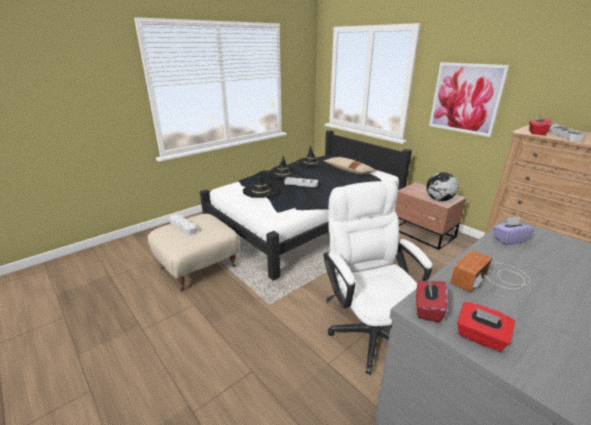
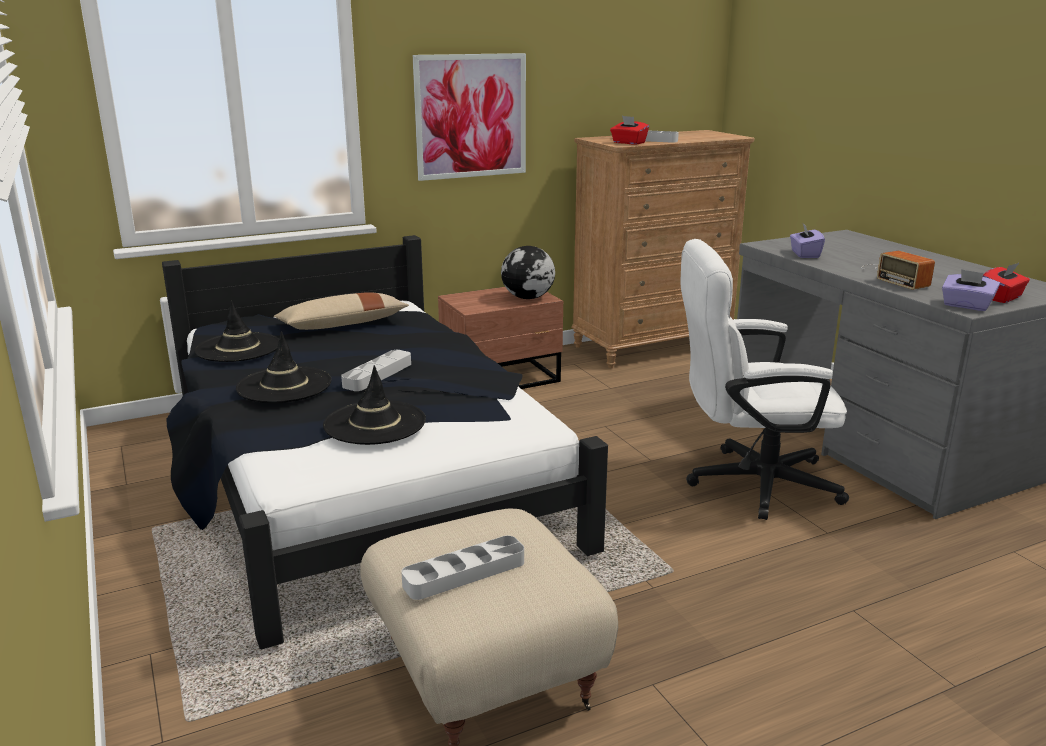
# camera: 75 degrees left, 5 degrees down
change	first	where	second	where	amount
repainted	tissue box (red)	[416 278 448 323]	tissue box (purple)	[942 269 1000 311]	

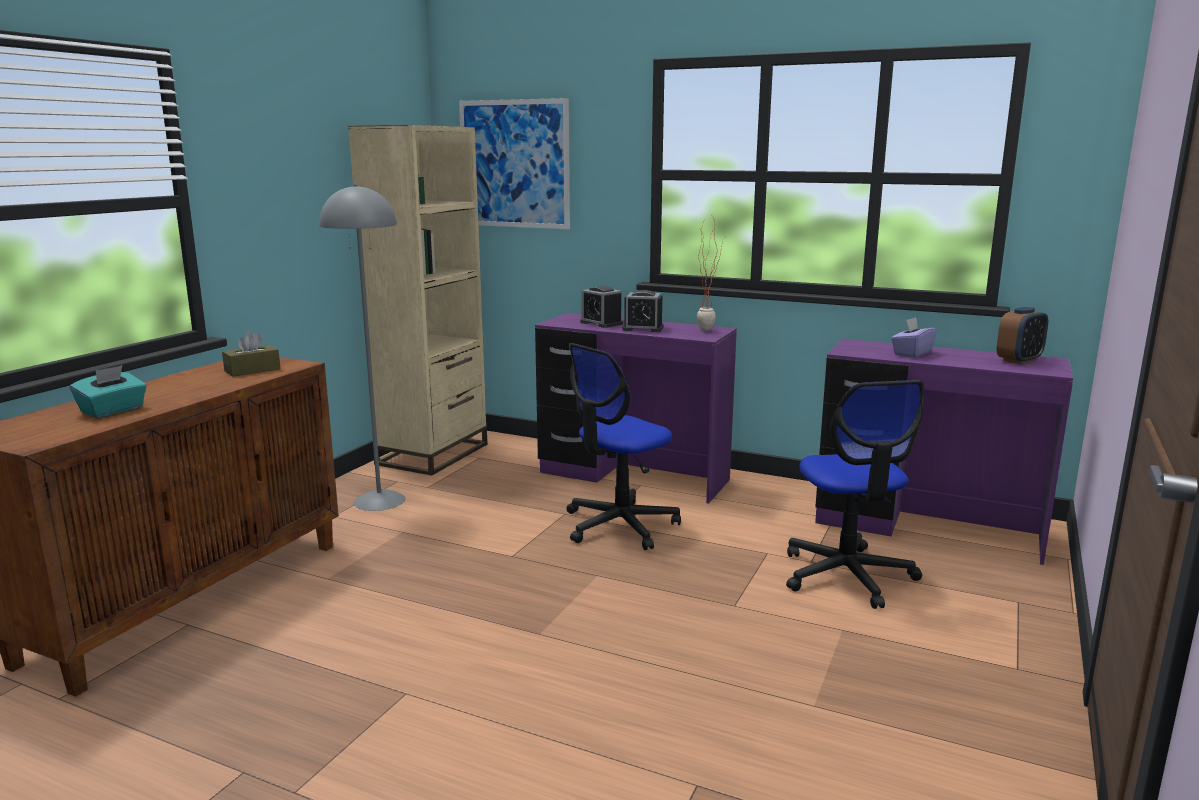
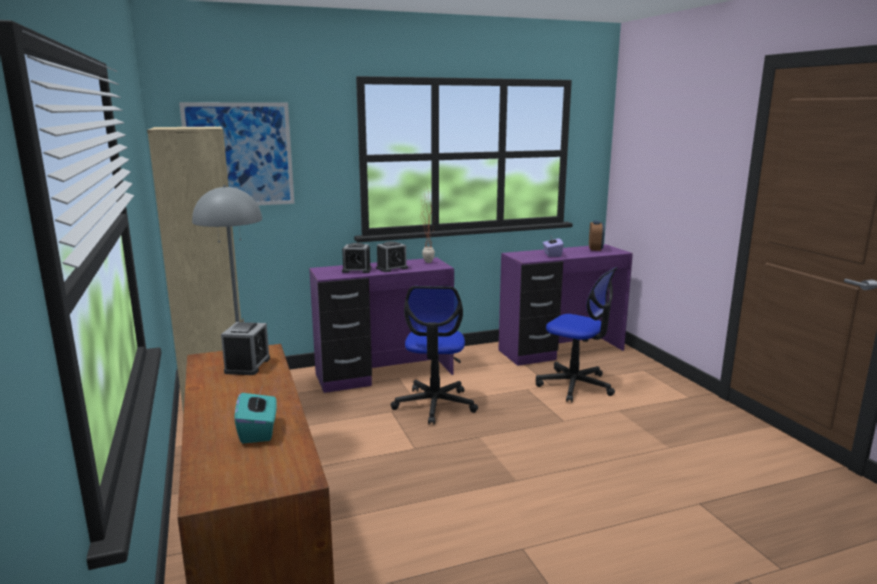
# camera: 45 degrees left, 0 degrees up
change	first	where	second	where	amount
swapped	tissue box (brown)	[222 331 281 377]	alarm clock	[221 322 270 375]	

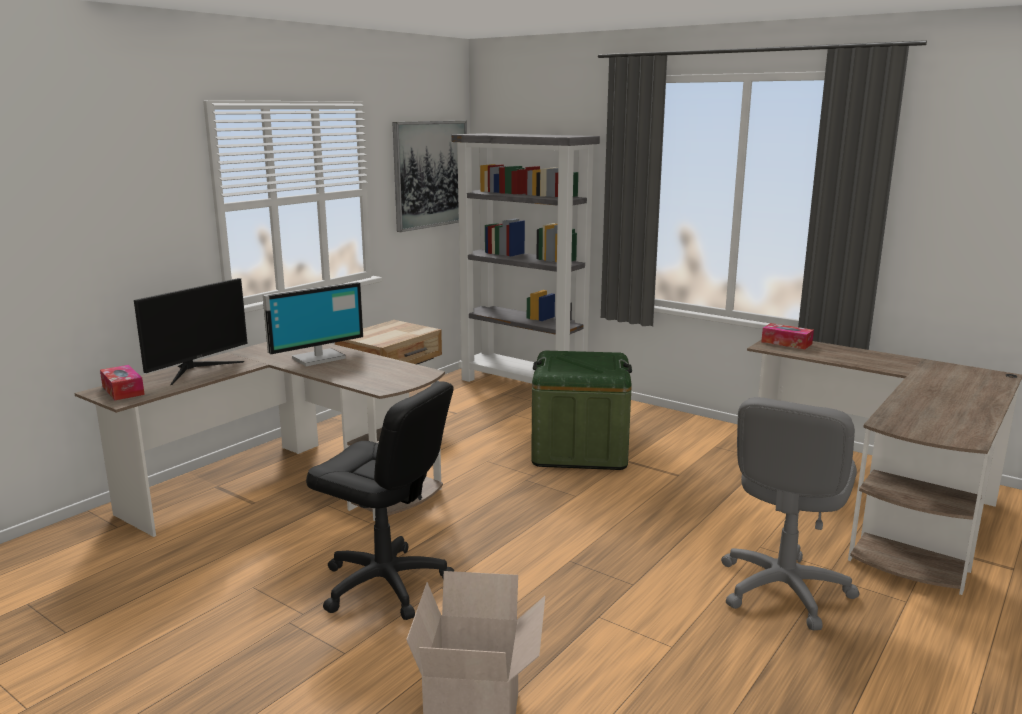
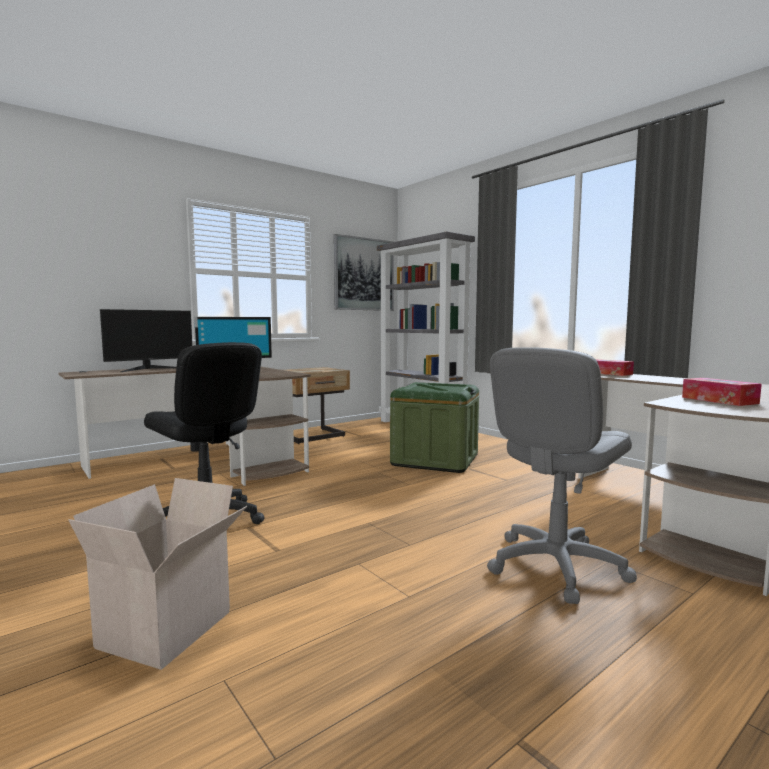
# camera: 15 degrees right, 10 degrees down
change	first	where	second	where	amount
shifted	tissue box	[100 365 145 400]		[682 378 762 406]	

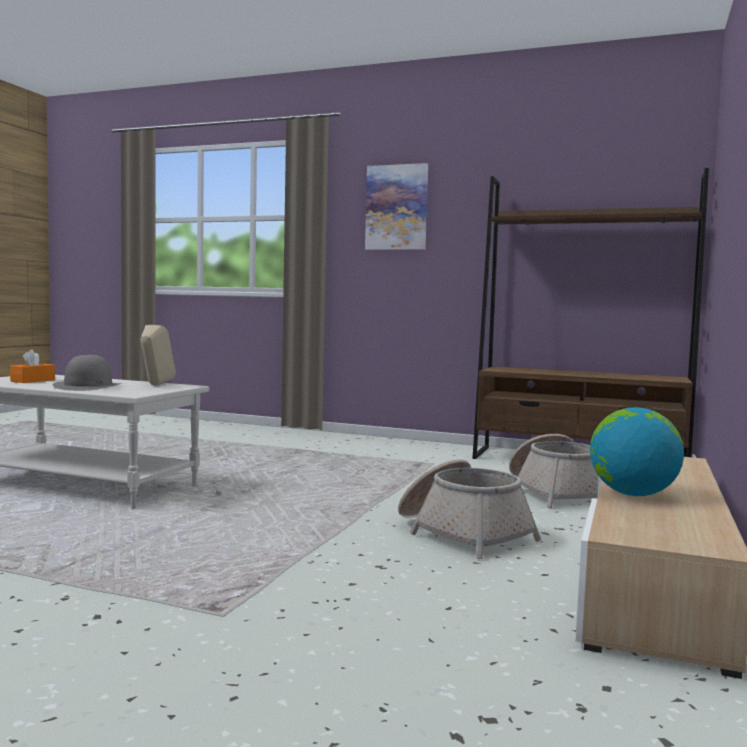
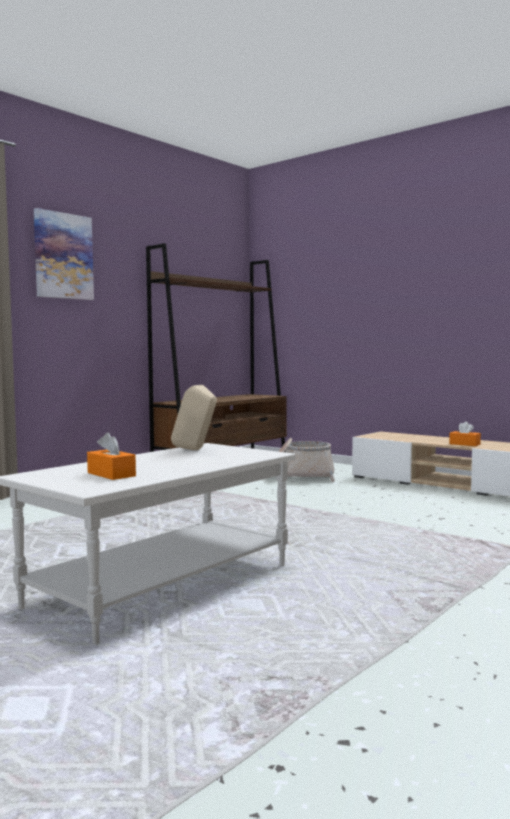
# camera: 70 degrees left, 0 degrees up
change	first	where	second	where	amount
gone	hat (grey)	[53 355 122 391]			
gone	basket	[398 459 541 559]			
swapped	globe	[590 407 684 496]	tissue box (orange)	[449 421 481 446]	

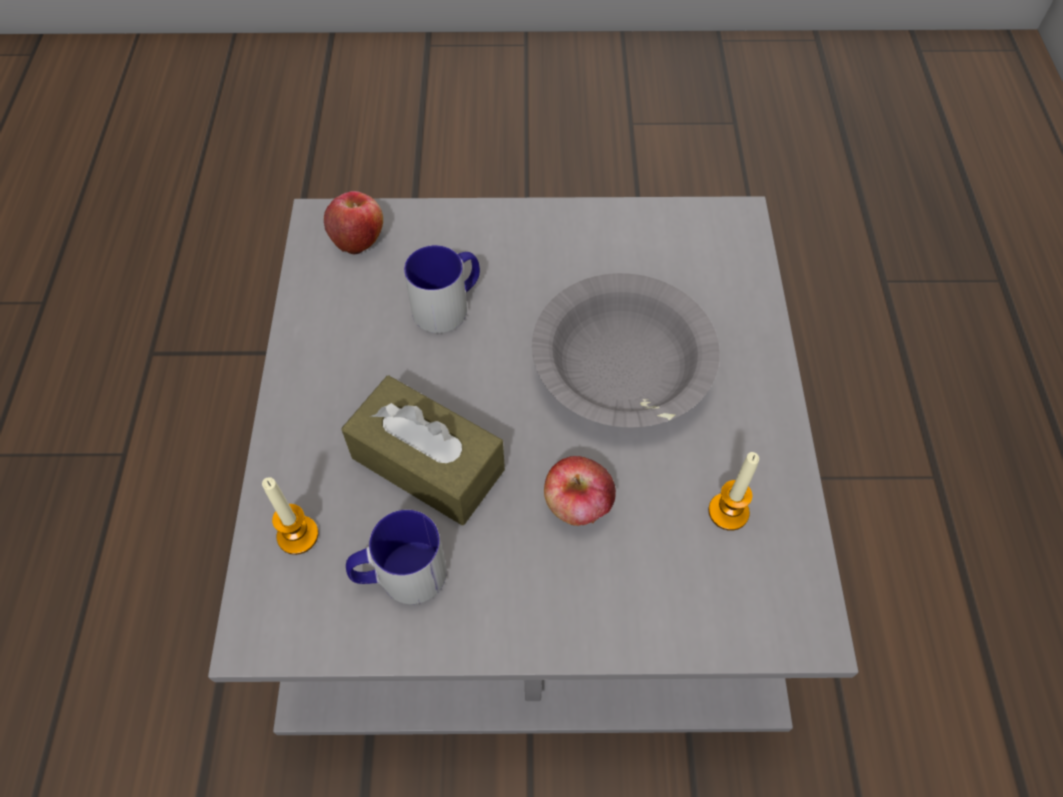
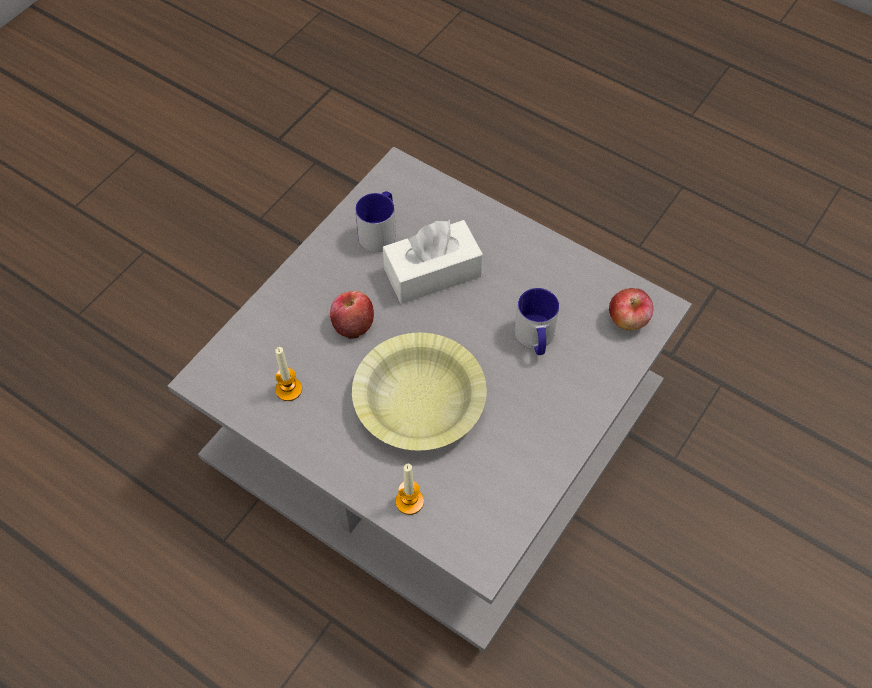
# camera: 125 degrees right, 0 degrees up
change	first	where	second	where	amount
shifted	candle	[262 477 319 555]		[396 464 424 515]	
repainted	tissue box (brown)	[341 376 505 525]	tissue box (white)	[383 219 483 304]	
repainted	bowl (grey)	[532 273 720 427]	bowl (yellow)	[352 333 487 450]	

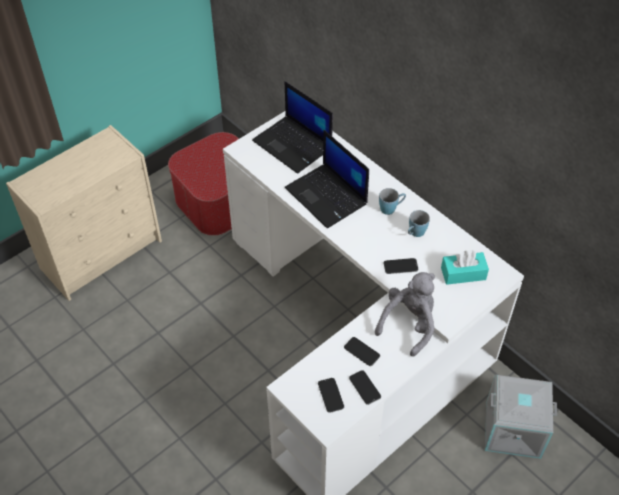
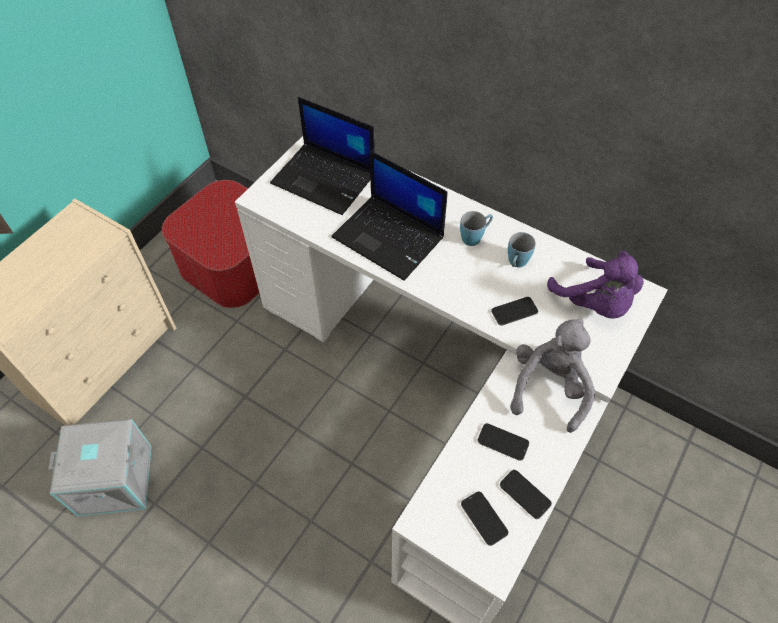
# camera: 15 degrees left, 5 degrees up
change	first	where	second	where	amount
swapped	tissue box (turquoise)	[441 250 489 285]	plush toy (purple)	[547 251 644 319]	
shifted	storage box (grey)	[485 374 557 459]		[48 419 152 516]	

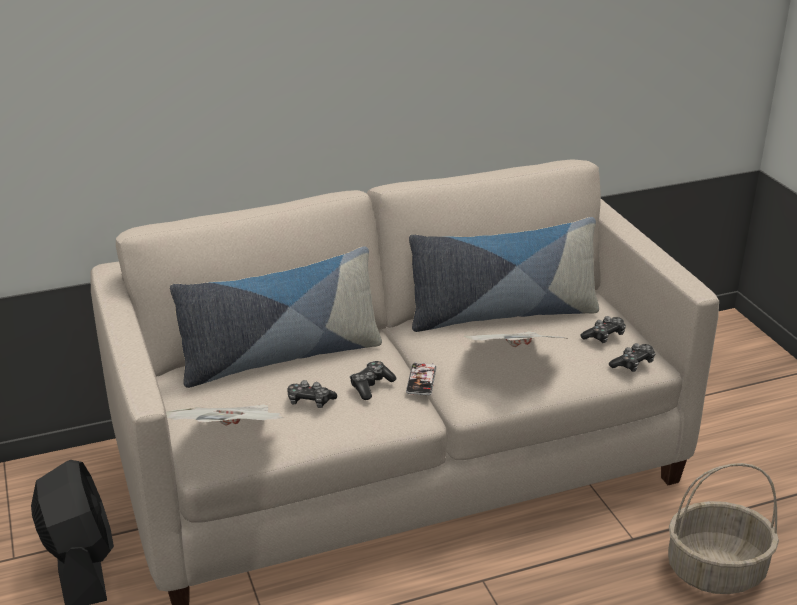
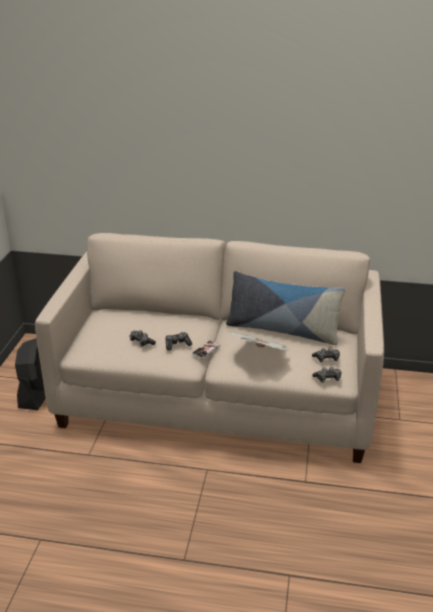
# camera: 30 degrees right, 0 degrees up
change	first	where	second	where	amount
gone	newspaper	[166 404 284 426]			
gone	pillow	[170 246 382 388]			
gone	basket	[668 463 779 594]			

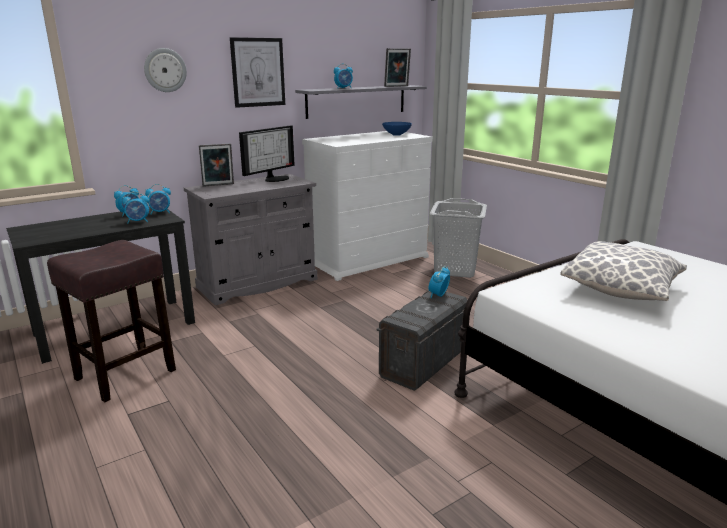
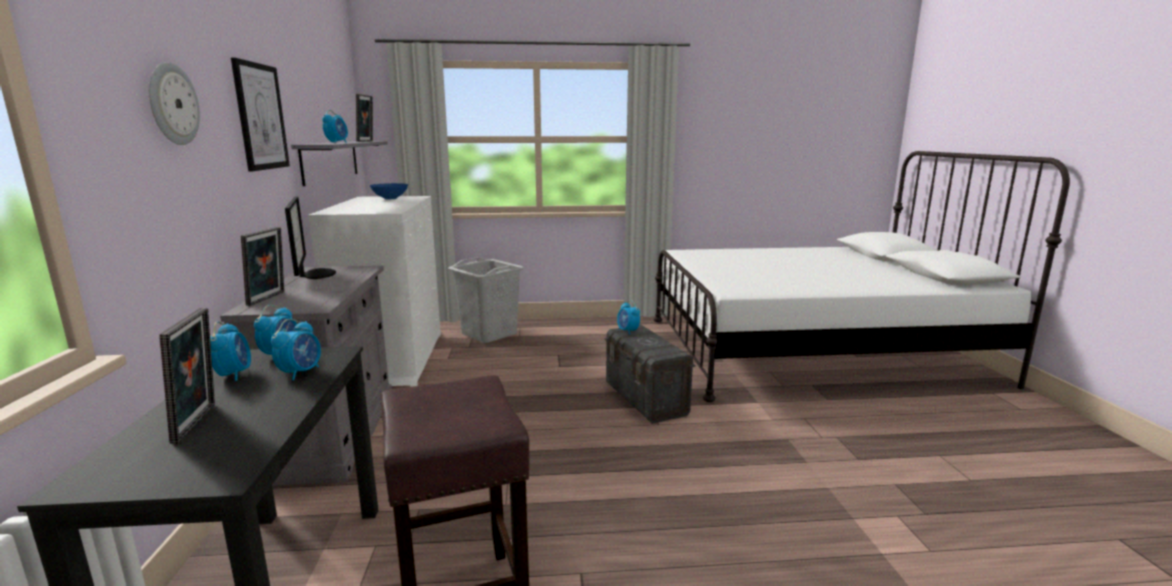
# camera: 60 degrees left, 5 degrees down
change	first	where	second	where	amount
gone	pillow	[560 241 687 301]			
new			picture frame	[159 308 215 444]	

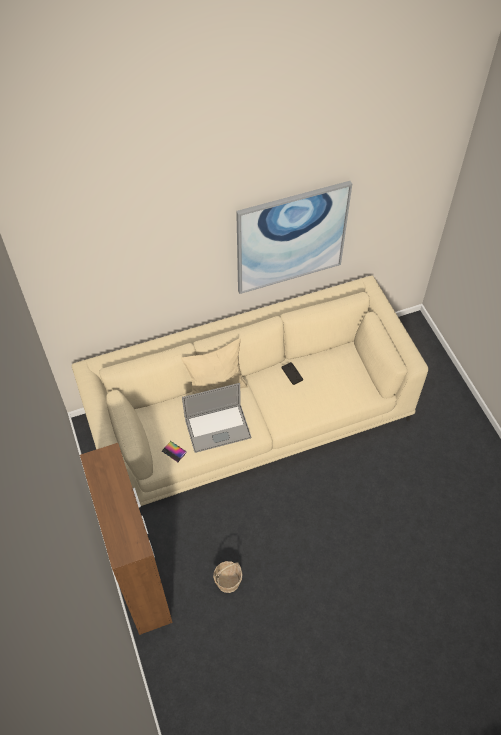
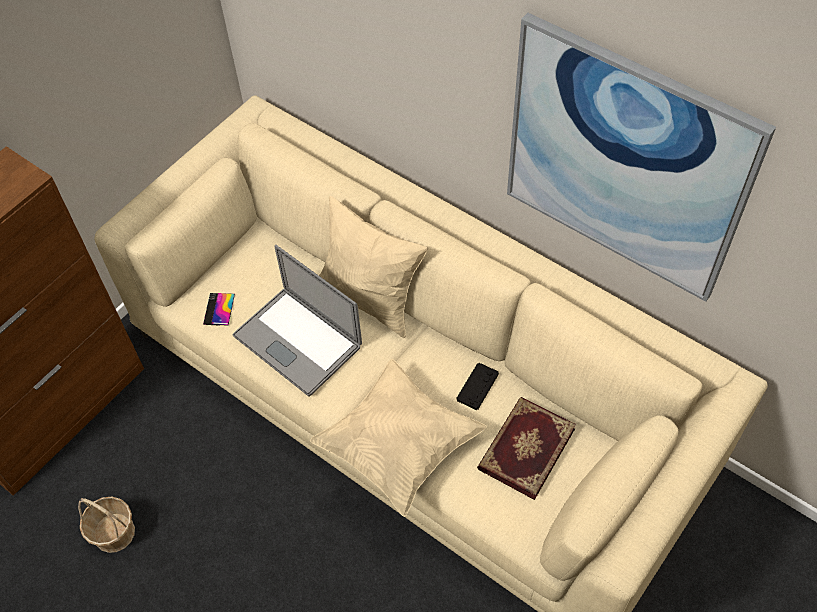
# camera: 60 degrees right, 0 degrees up
change	first	where	second	where	amount
new			pillow (beige)	[310 359 487 517]	
new			book	[477 397 576 500]	

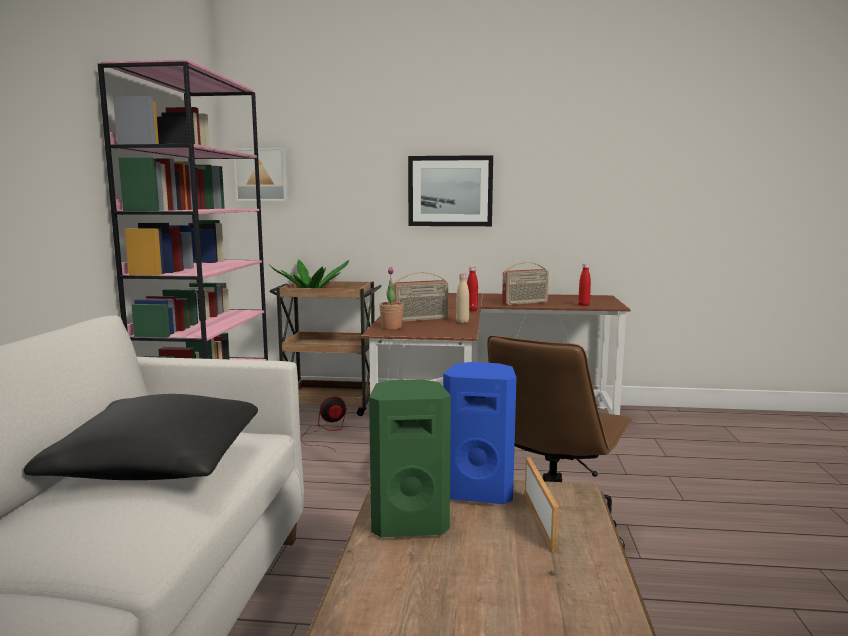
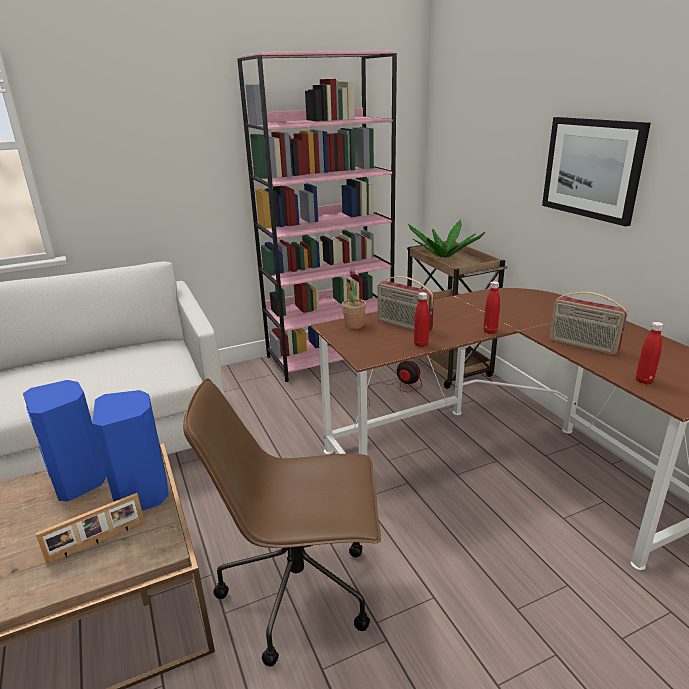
# camera: 60 degrees right, 15 degrees up
change	first	where	second	where	amount
gone	pillow (black)	[24 394 258 480]			
gone	picture	[233 148 288 201]			
repainted	speaker (green)	[369 379 451 538]	speaker (blue)	[23 380 107 501]	
repainted	bottle (beige)	[456 274 469 323]	bottle (red)	[414 292 429 347]	

